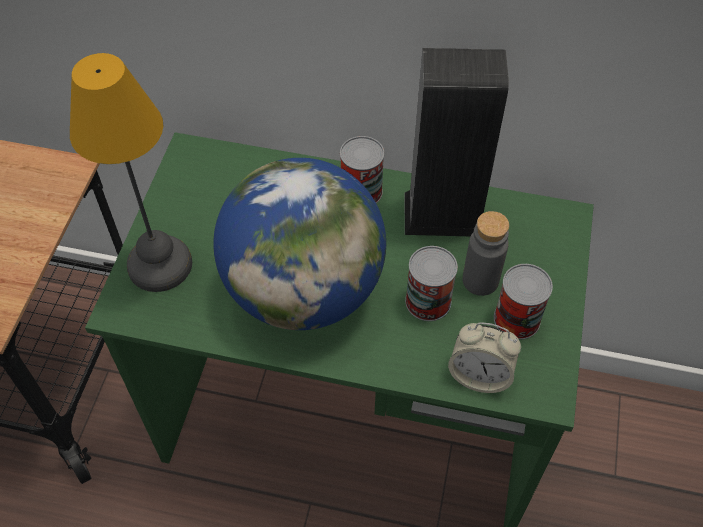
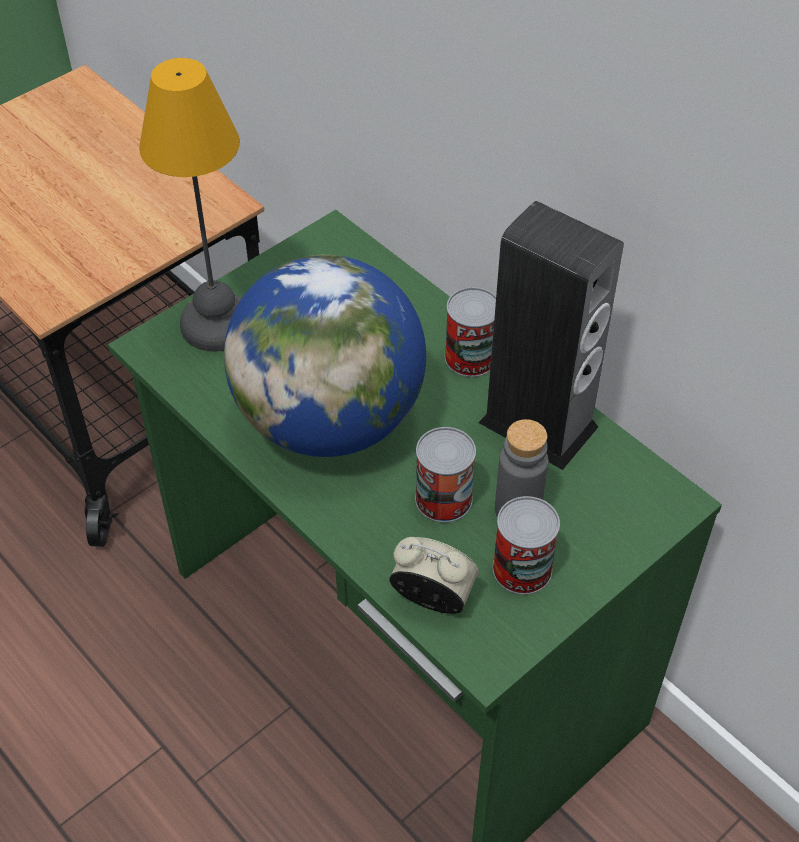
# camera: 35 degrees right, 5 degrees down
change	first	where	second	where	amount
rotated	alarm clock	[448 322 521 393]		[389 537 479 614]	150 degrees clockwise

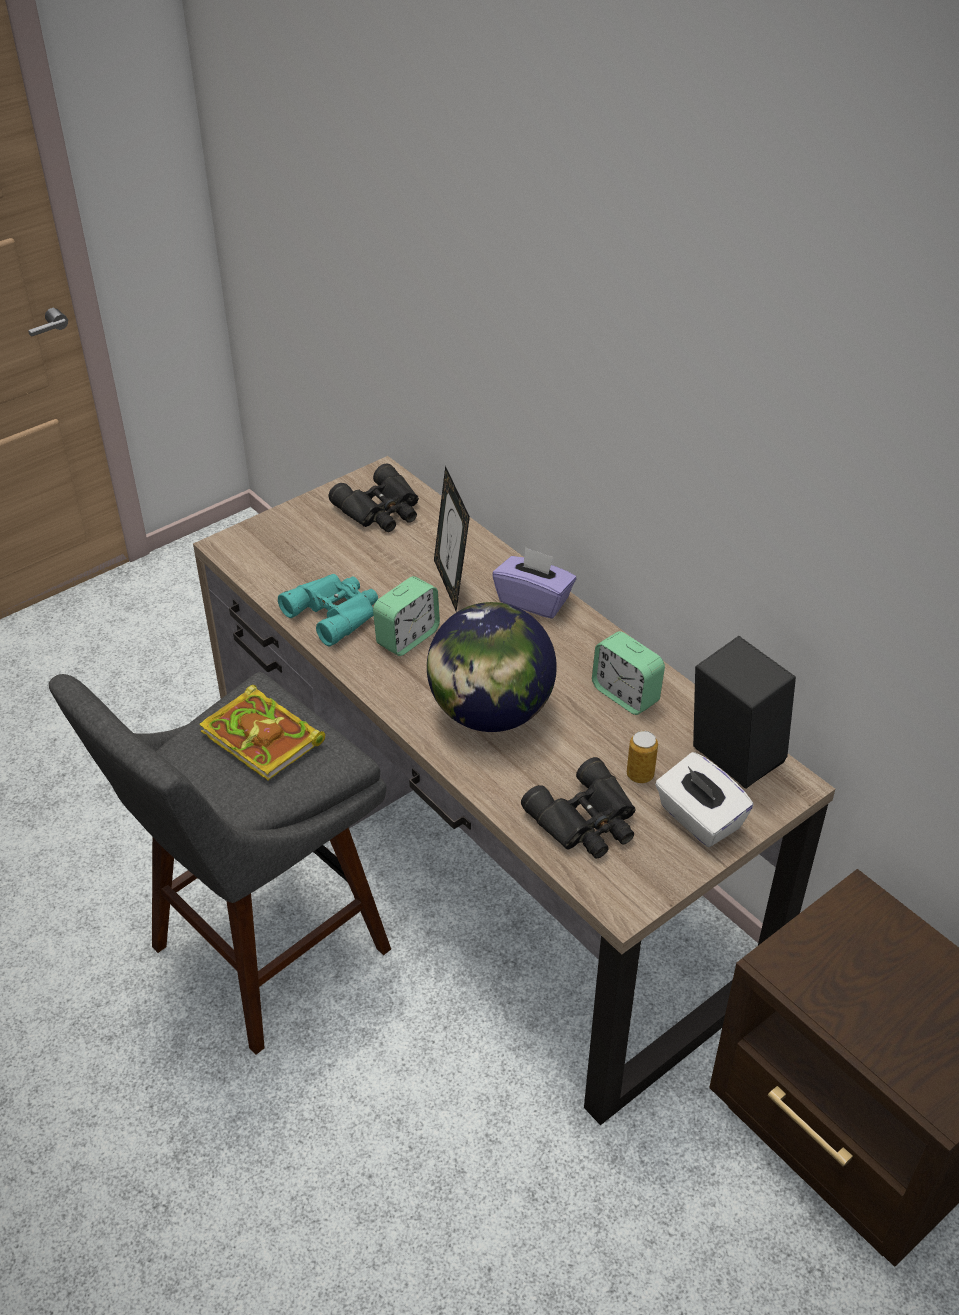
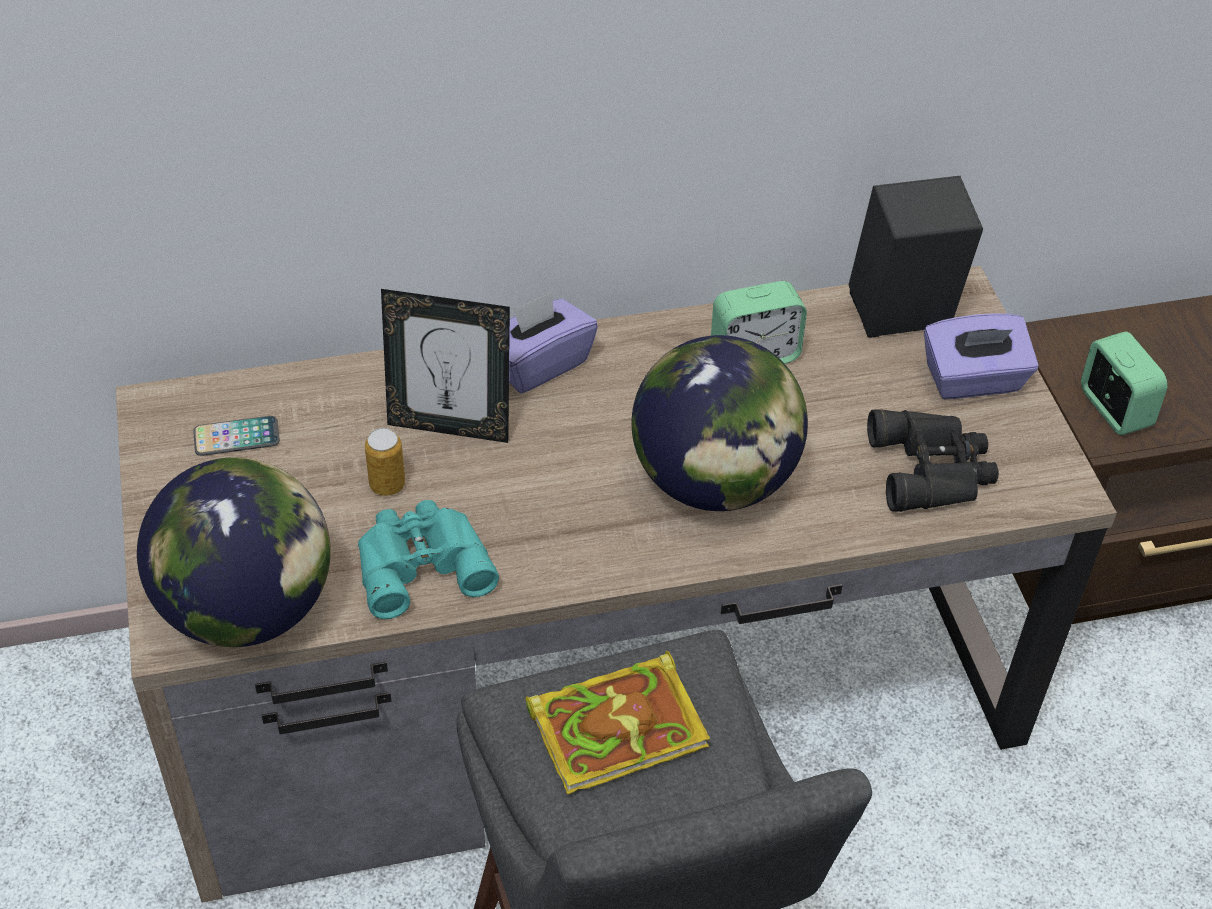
# camera: 65 degrees left, 5 degrees up
change	first	where	second	where	amount
swapped	binoculars (black)	[328 463 419 532]	phone	[193 416 280 456]	
shifted	alarm clock	[373 576 440 656]		[1081 331 1168 435]	
shifted	can	[627 731 658 783]		[365 428 405 496]	
repainted	tissue box (white)	[655 752 754 847]	tissue box (purple)	[924 313 1039 399]	
new			globe	[137 457 331 647]	

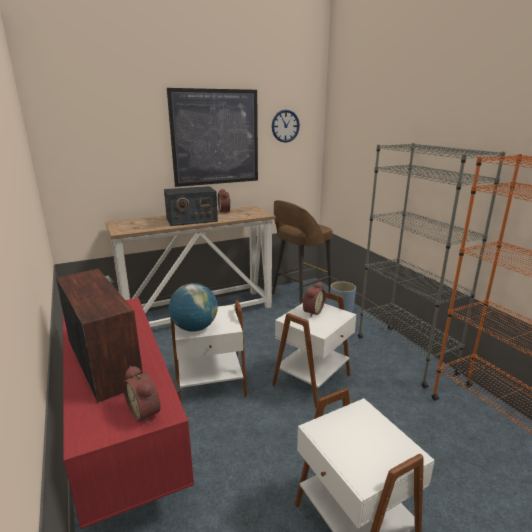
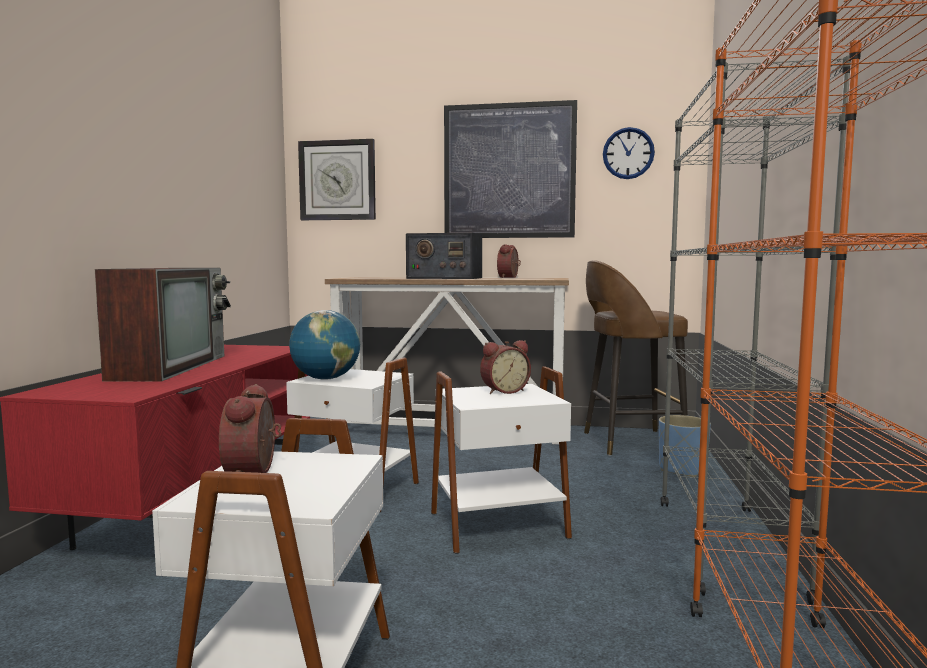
# camera: 35 degrees right, 15 degrees down
change	first	where	second	where	amount
shifted	alarm clock	[123 366 161 425]		[219 384 282 473]	
new			wall clock	[298 139 376 220]	

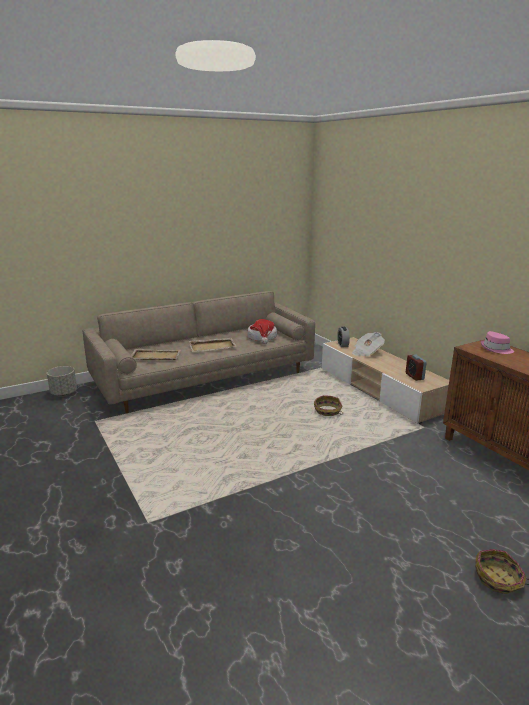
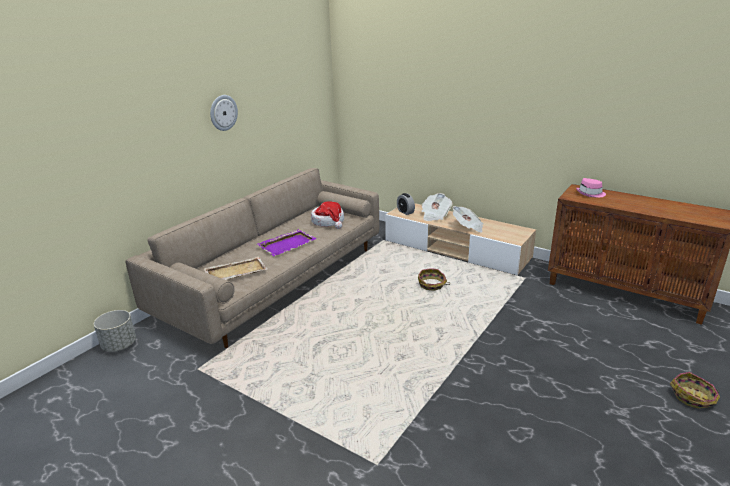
# camera: 25 degrees left, 5 degrees up
change	first	where	second	where	amount
repainted	tray (beige)	[189 338 237 352]	tray (purple)	[257 229 317 256]	
gone	alarm clock	[406 354 427 381]			
new			wall clock	[210 95 238 131]	
new			newspaper	[453 206 484 233]	

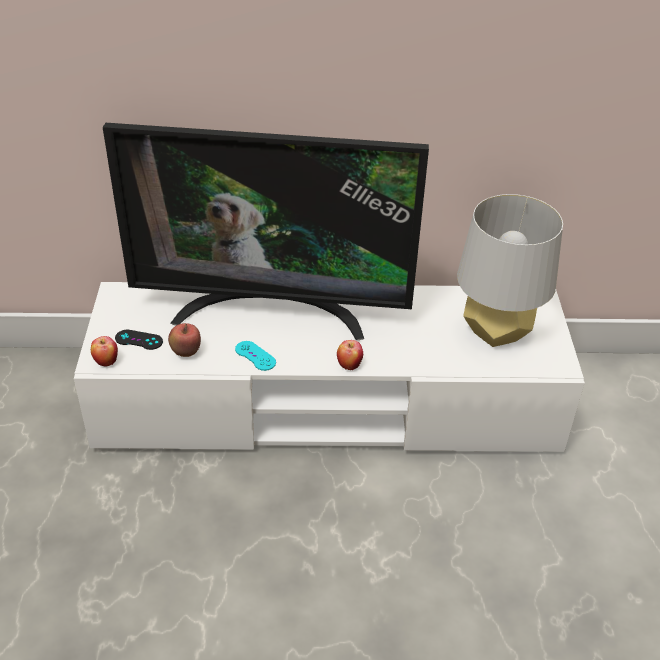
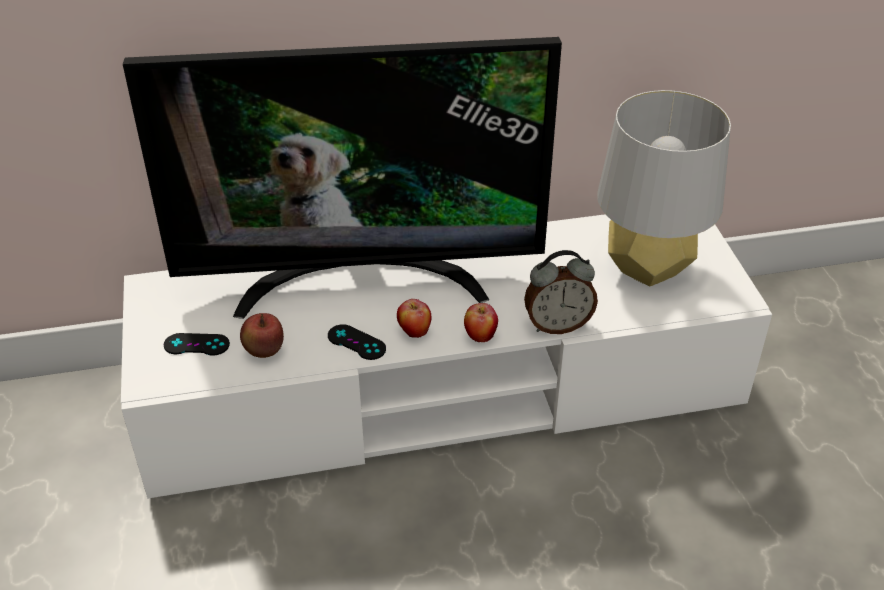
# camera: 10 degrees left, 0 degrees up
change	first	where	second	where	amount
shifted	apple	[91 336 118 367]		[397 299 432 338]	
repainted	game controller (turquoise)	[235 341 276 371]	game controller (black)	[328 324 386 360]	
new			alarm clock	[524 250 598 334]	

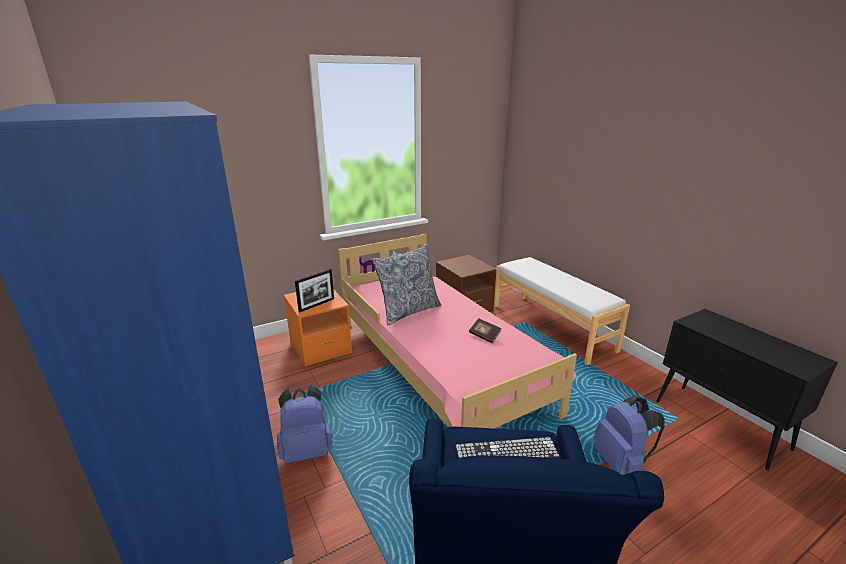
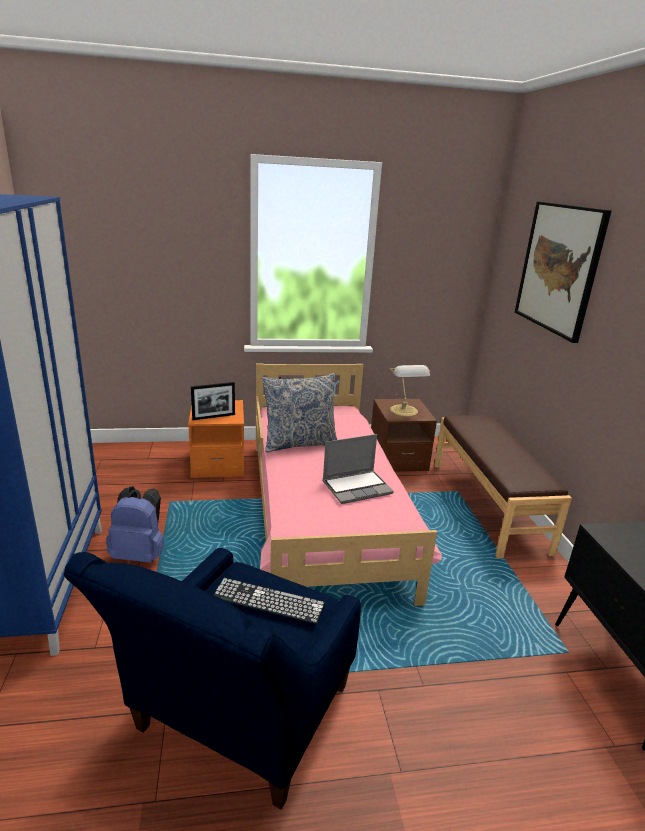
# camera: 20 degrees right, 0 degrees up
change	first	where	second	where	amount
swapped	book	[469 318 501 343]	laptop	[323 434 394 504]	
repainted	bench (white)	[494 257 630 365]	bench (brown)	[434 415 572 559]	
gone	backpack (blue)	[593 396 665 475]			
new			table lamp	[390 365 430 416]	
new			picture	[515 202 612 343]	

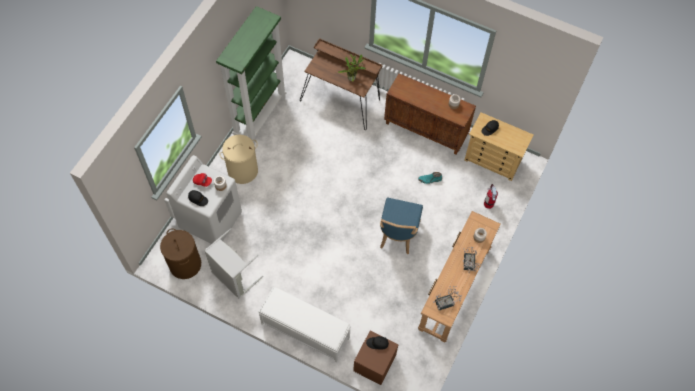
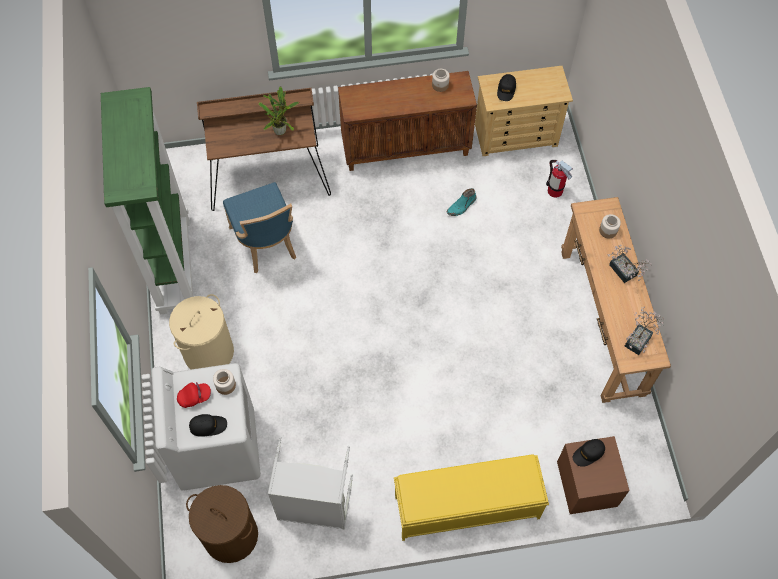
# camera: 35 degrees left, 0 degrees up
change	first	where	second	where	amount
repainted	bench (white)	[258 287 351 362]	bench (yellow)	[394 455 549 541]	
shifted	chair (blue)	[380 198 423 254]		[223 182 296 273]	

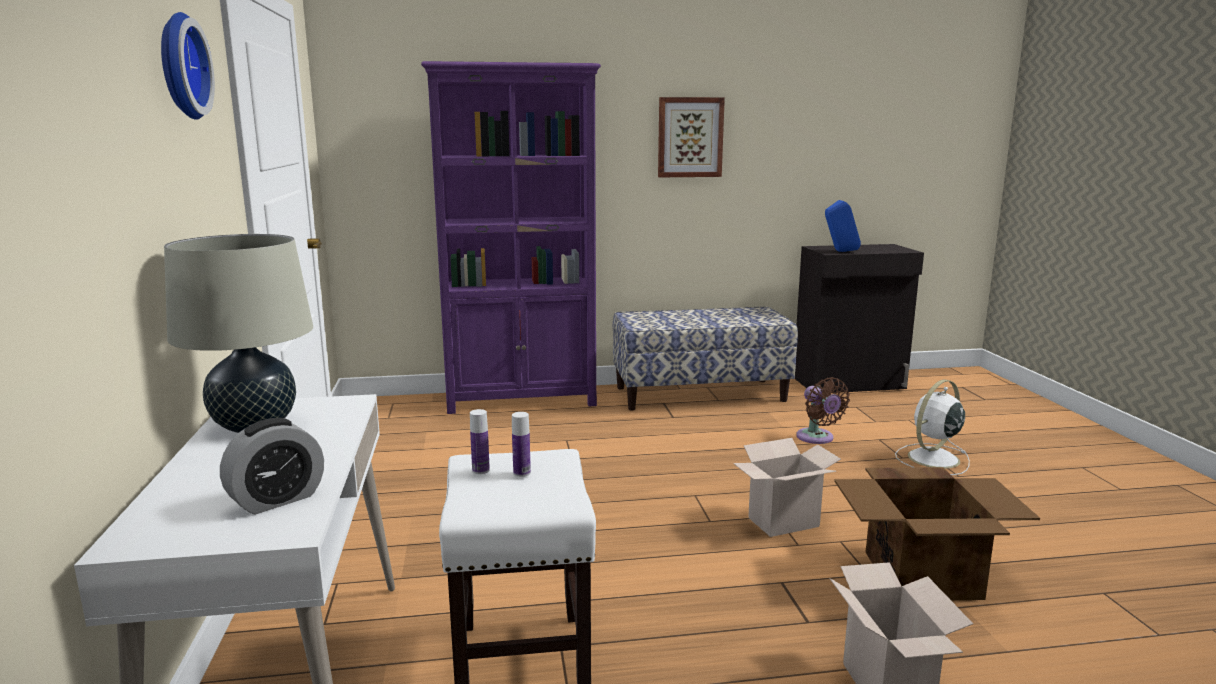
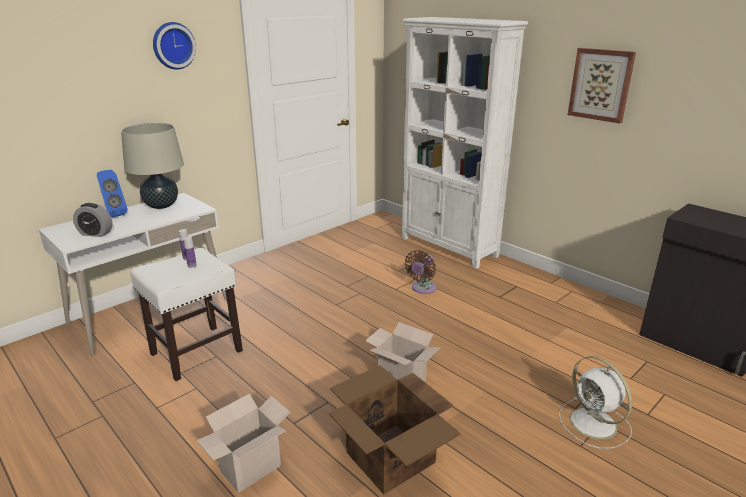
# camera: 55 degrees right, 10 degrees up
change	first	where	second	where	amount
repainted	bookcase (purple)	[421 61 601 414]	bookcase (white)	[401 17 528 269]	
gone	bench	[613 307 798 410]			
shifted	fan (brown)	[796 377 850 444]		[405 250 436 294]	
shifted	speaker (blue)	[825 200 861 252]		[97 170 127 217]	
rotated	fan (white)	[895 380 970 475]		[559 356 632 449]	135 degrees counterclockwise

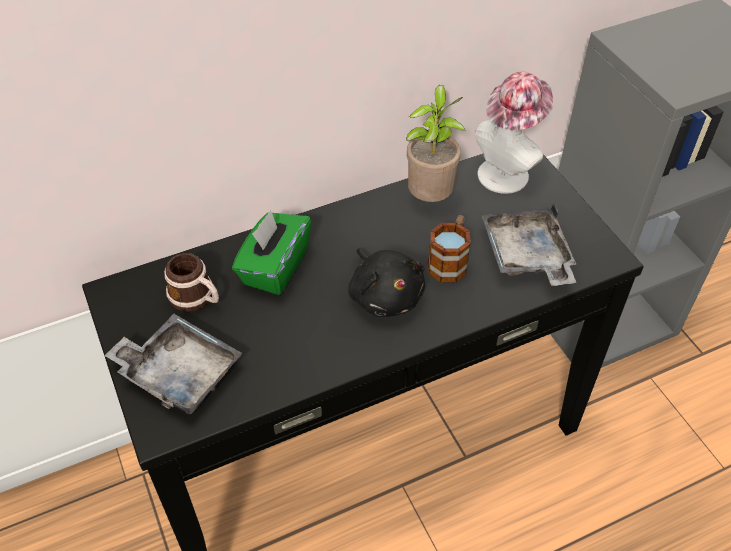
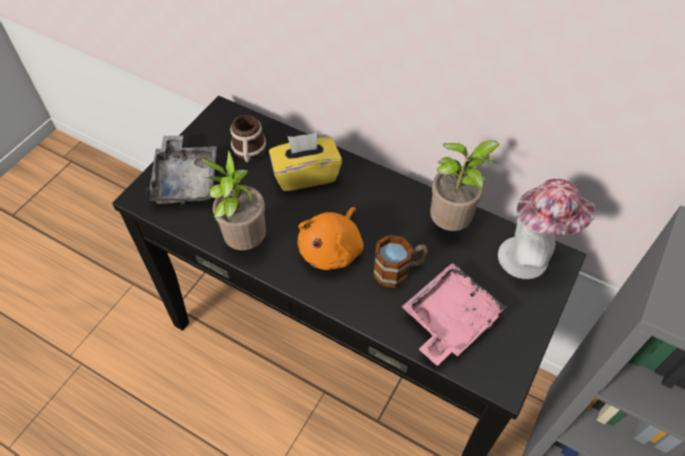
# camera: 55 degrees right, 5 degrees up
change	first	where	second	where	amount
repainted	tissue box (green)	[232 209 311 295]	tissue box (yellow)	[269 133 342 191]	
repainted	plush toy (black)	[348 248 425 317]	plush toy (orange)	[297 207 364 270]	
repainted	tray (grey)	[481 204 577 286]	tray (pink)	[402 263 508 366]	
new			potted plant	[201 150 266 250]	

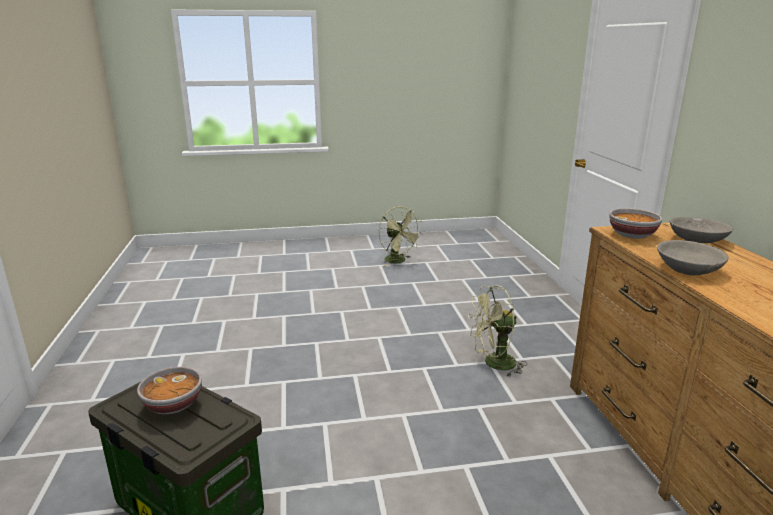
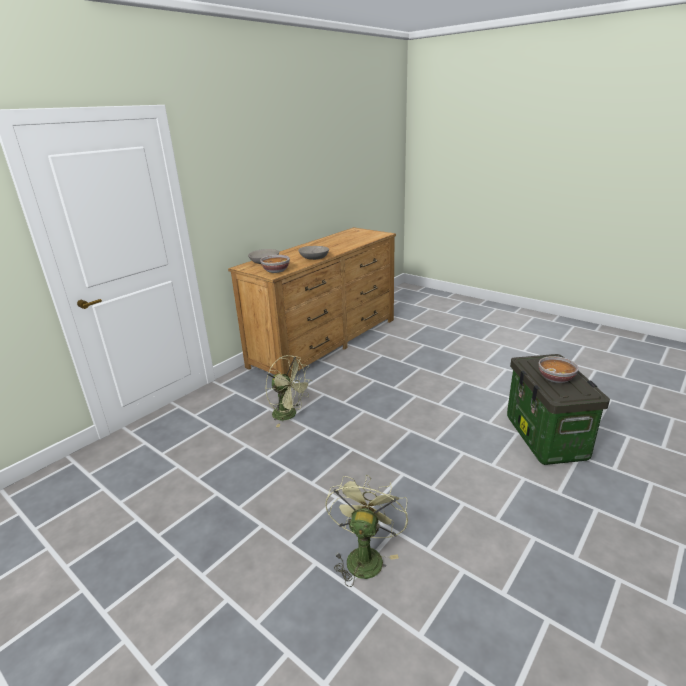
# camera: 130 degrees left, 5 degrees up
change	first	where	second	where	amount
shifted	fan (green)	[379 207 422 266]		[325 475 408 587]	

